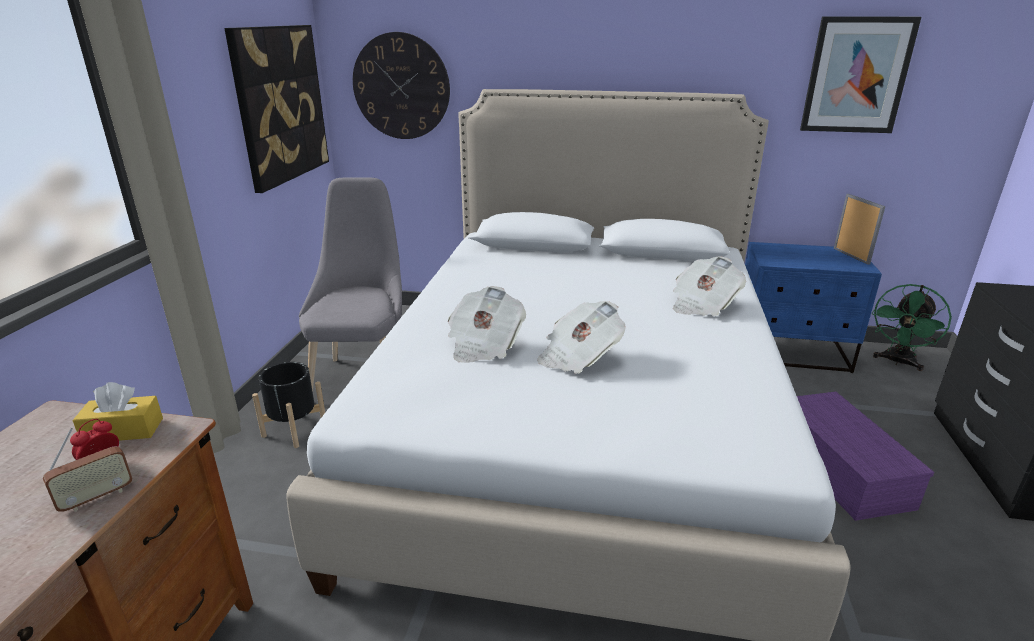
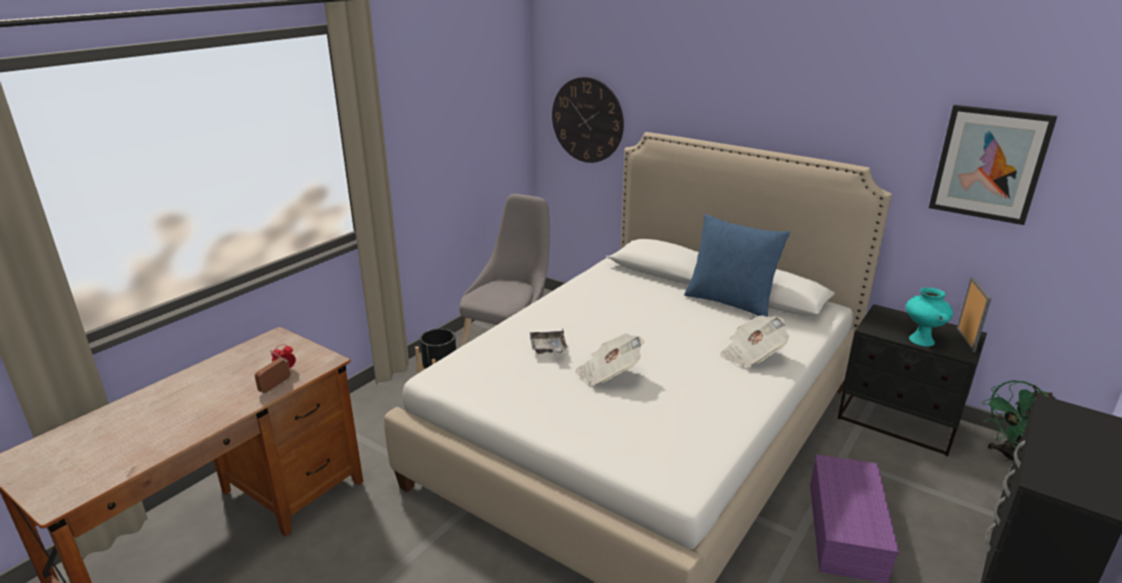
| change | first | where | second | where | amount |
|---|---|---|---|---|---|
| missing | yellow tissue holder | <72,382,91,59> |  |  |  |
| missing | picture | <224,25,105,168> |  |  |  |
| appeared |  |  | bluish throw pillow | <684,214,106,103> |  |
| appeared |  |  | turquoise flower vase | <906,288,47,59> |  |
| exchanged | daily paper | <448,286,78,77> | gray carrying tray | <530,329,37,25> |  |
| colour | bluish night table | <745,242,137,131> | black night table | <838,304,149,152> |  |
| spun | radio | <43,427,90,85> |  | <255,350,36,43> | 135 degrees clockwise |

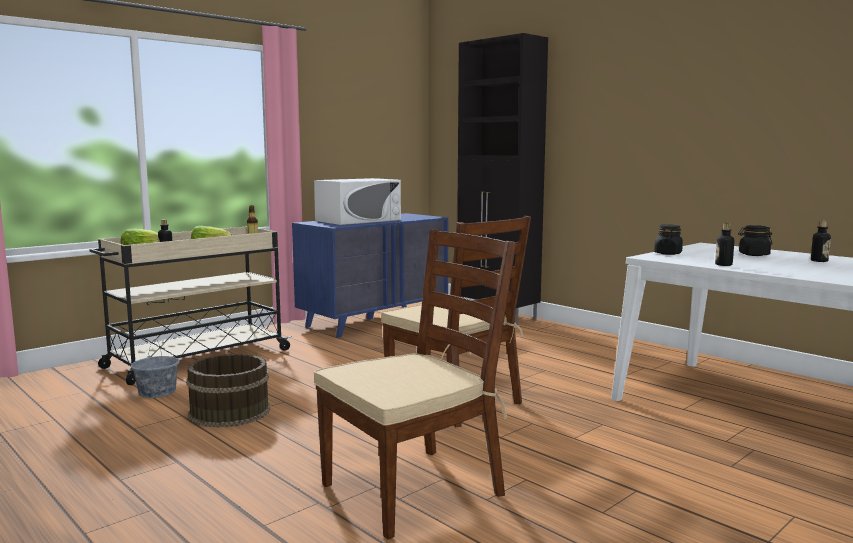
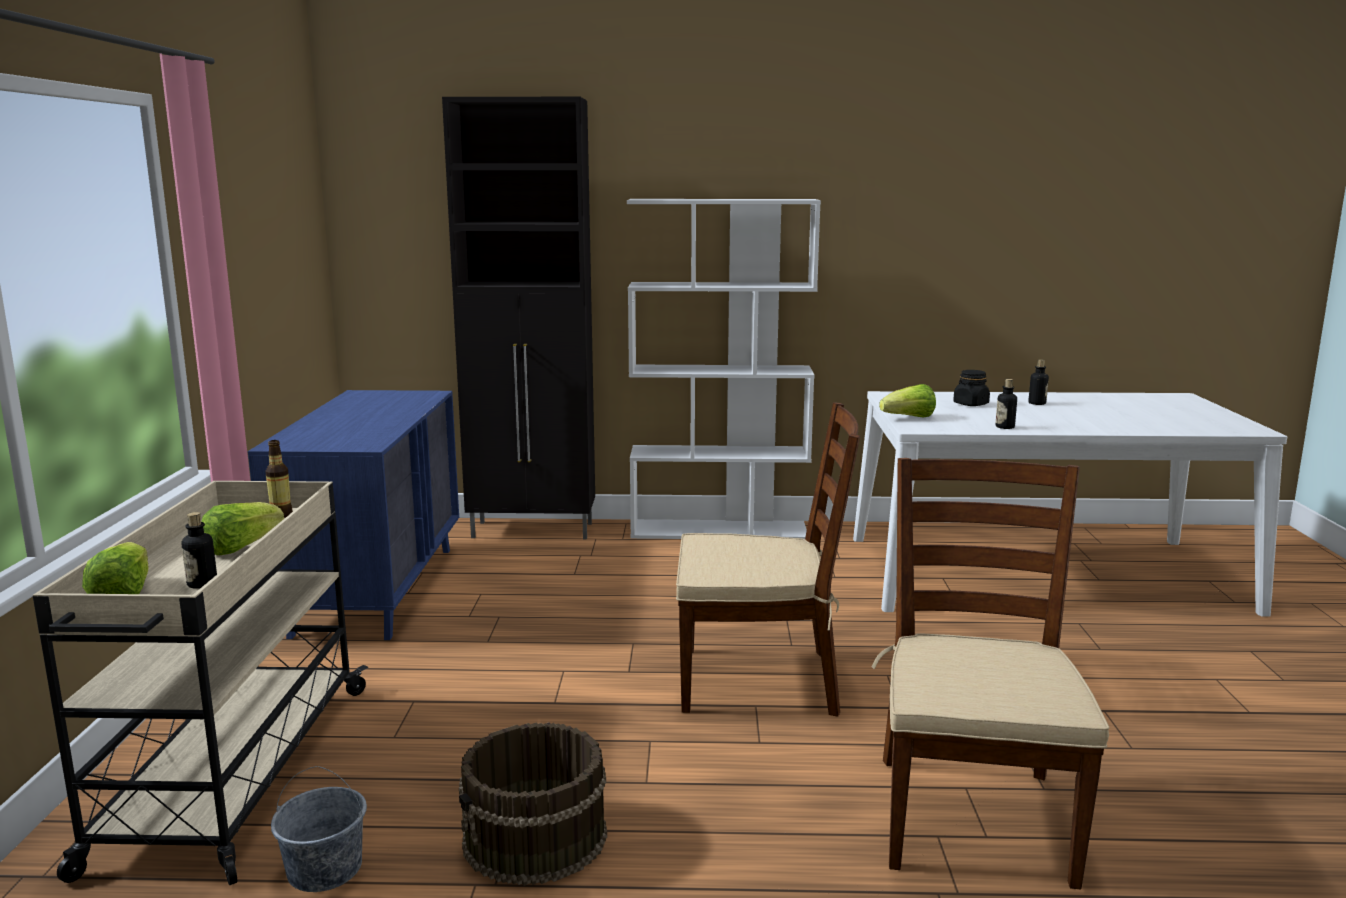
| change | first | where | second | where | amount |
|---|---|---|---|---|---|
| missing | whitish microwave oven | <314,178,87,47> |  |  |  |
| appeared |  |  | whitish shelving unit | <627,199,194,340> |  |
| exchanged | black jar | <654,224,29,31> | lettuce | <879,384,57,33> |  |

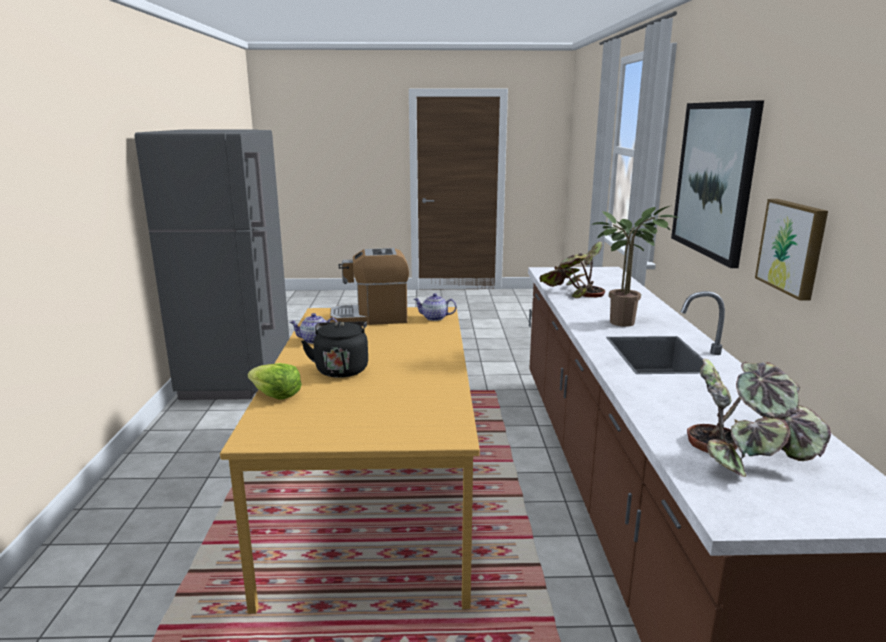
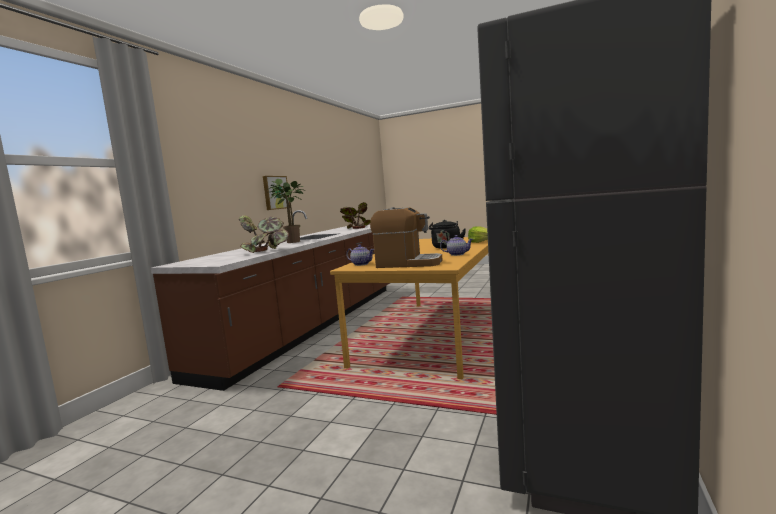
| change | first | where | second | where | amount |
|---|---|---|---|---|---|
| missing | picture | <671,100,93,168> |  |  |  |

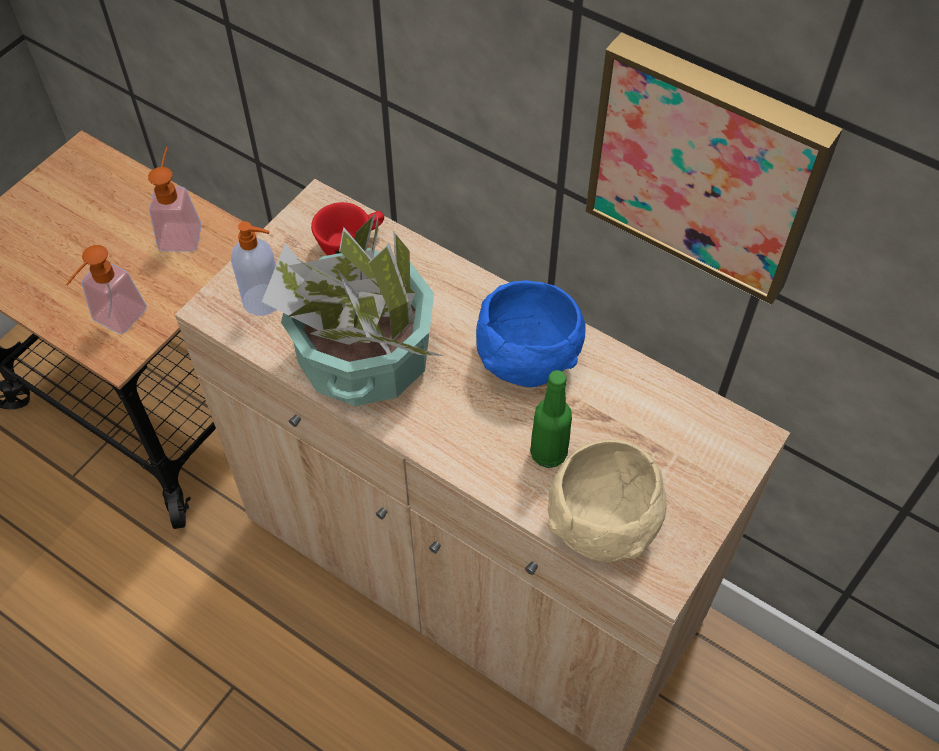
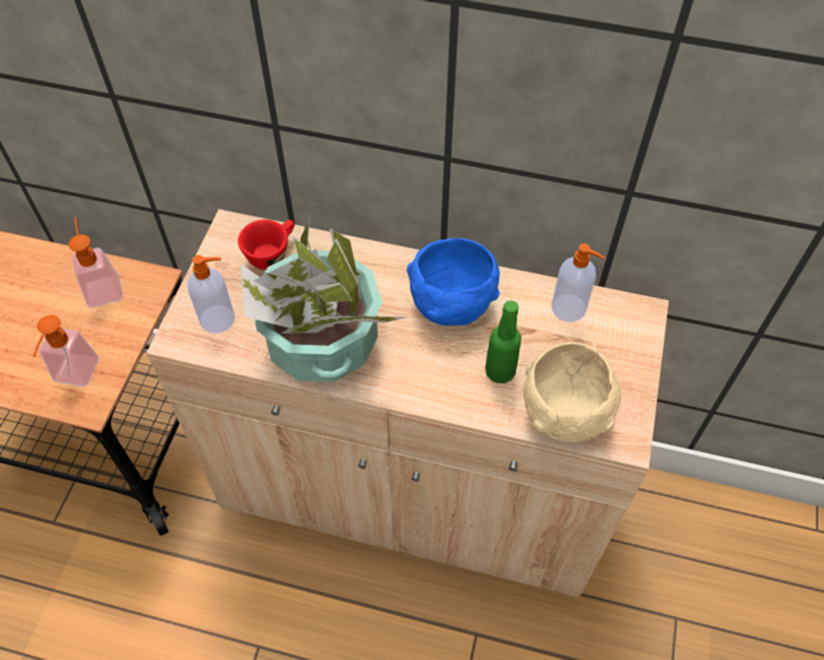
| change | first | where | second | where | amount |
|---|---|---|---|---|---|
| missing | picture | <585,32,257,273> |  |  |  |
| appeared |  |  | liquid soap bottle | <551,243,54,79> |  |

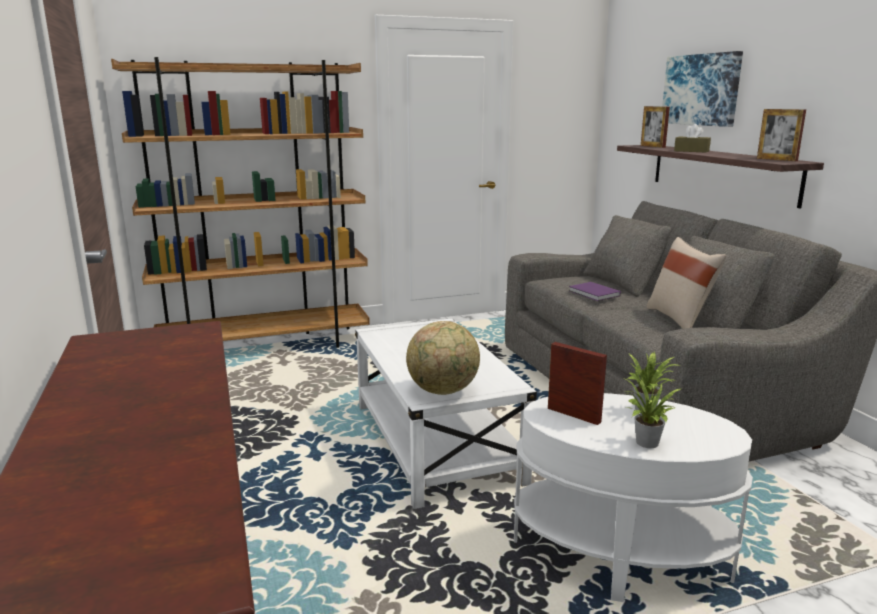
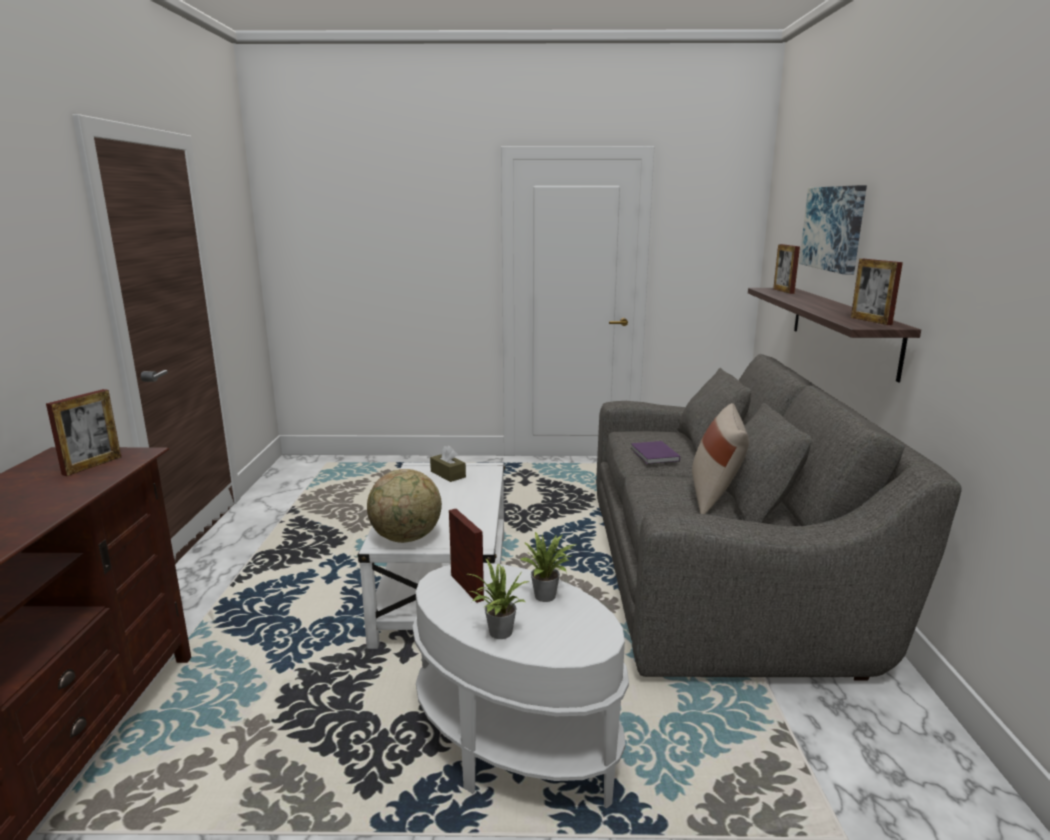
| change | first | where | second | where | amount |
|---|---|---|---|---|---|
| missing | brown-coloured shelving unit | <111,57,259,291> |  |  |  |
| appeared |  |  | standing frame | <46,389,75,87> |  |
| relocated | brown-coloured tissue holder | <674,124,37,29> |  | <430,445,36,37> |  |

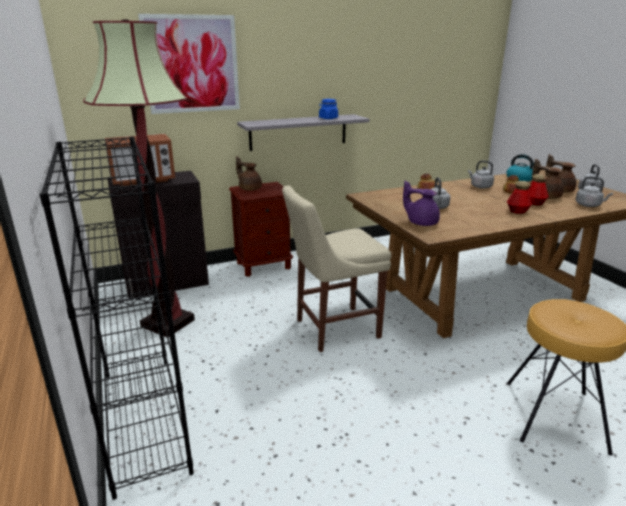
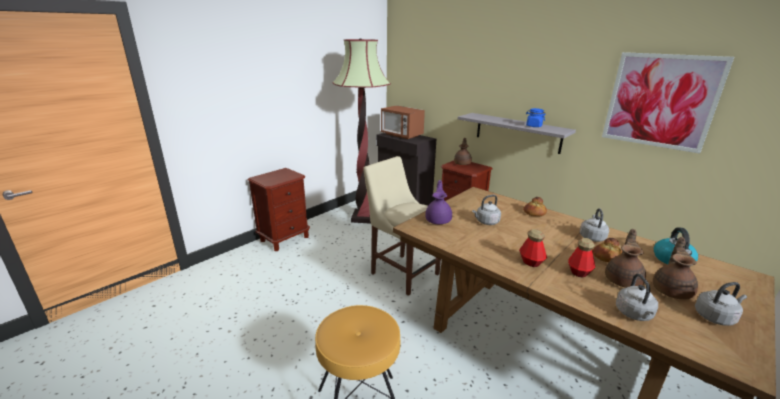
| change | first | where | second | where | amount |
|---|---|---|---|---|---|
| relocated | picture | <138,14,102,100> |  | <602,52,132,102> |  |
| exchanged | black shelving unit | <39,136,155,364> | brown-coloured night table | <248,168,62,83> |  |

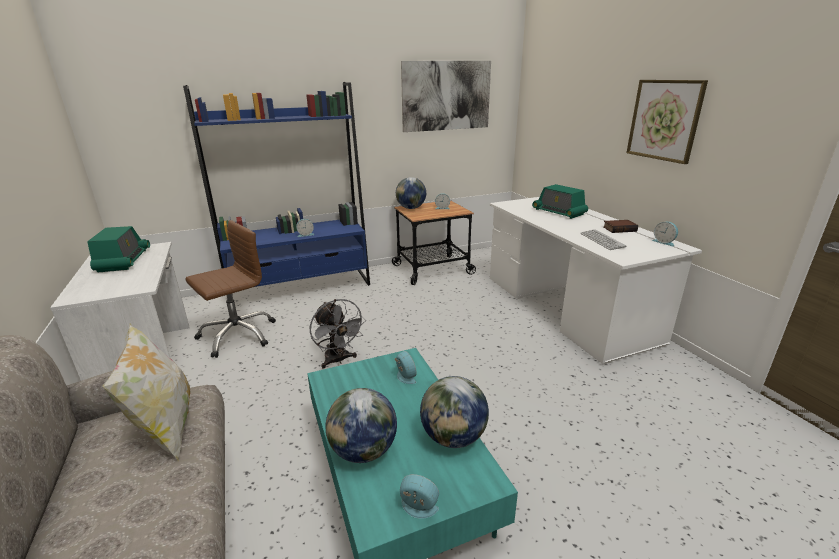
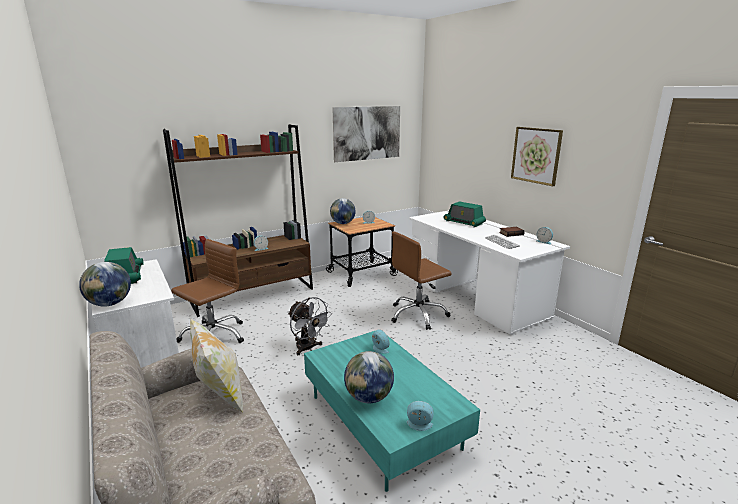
| change | first | where | second | where | amount |
|---|---|---|---|---|---|
| appeared |  |  | brown-coloured office chair | <391,231,61,99> |  |
| relocated | desk globe | <420,376,69,72> |  | <79,262,52,44> |  |
| colour | bluish shelving unit | <183,82,187,217> | brown-coloured shelving unit | <163,124,150,193> |  |

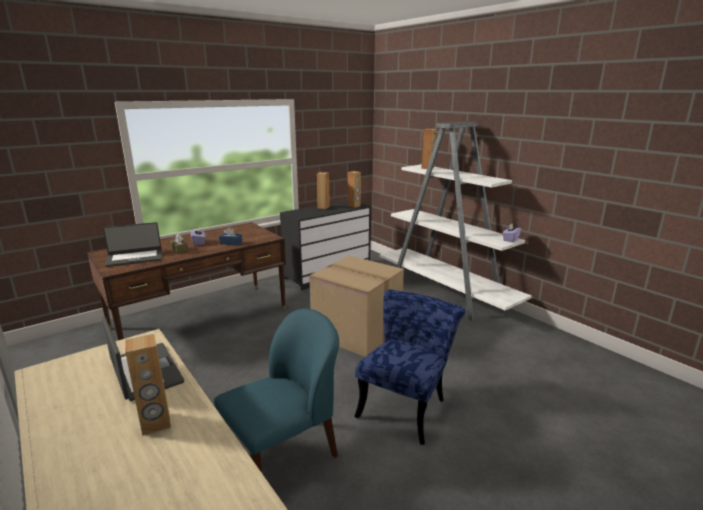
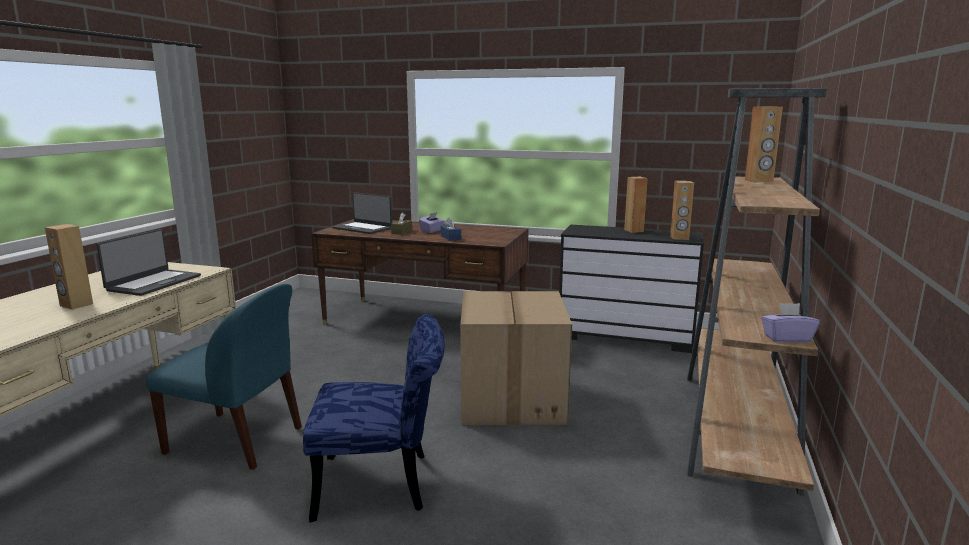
| change | first | where | second | where | amount |
|---|---|---|---|---|---|
| colour | whitish shelving unit | <379,121,153,200> | brown-coloured shelving unit | <687,88,139,408> |  |

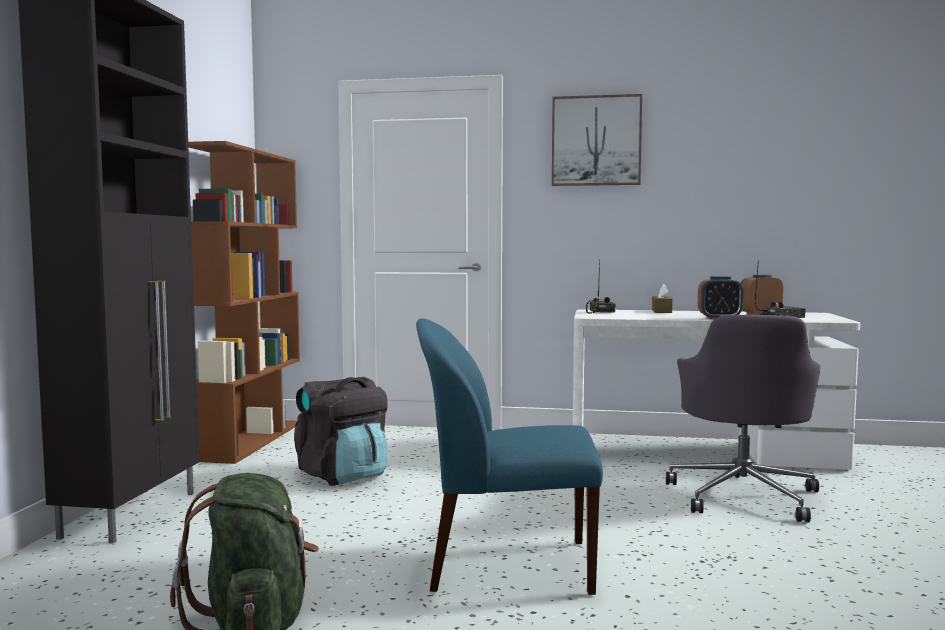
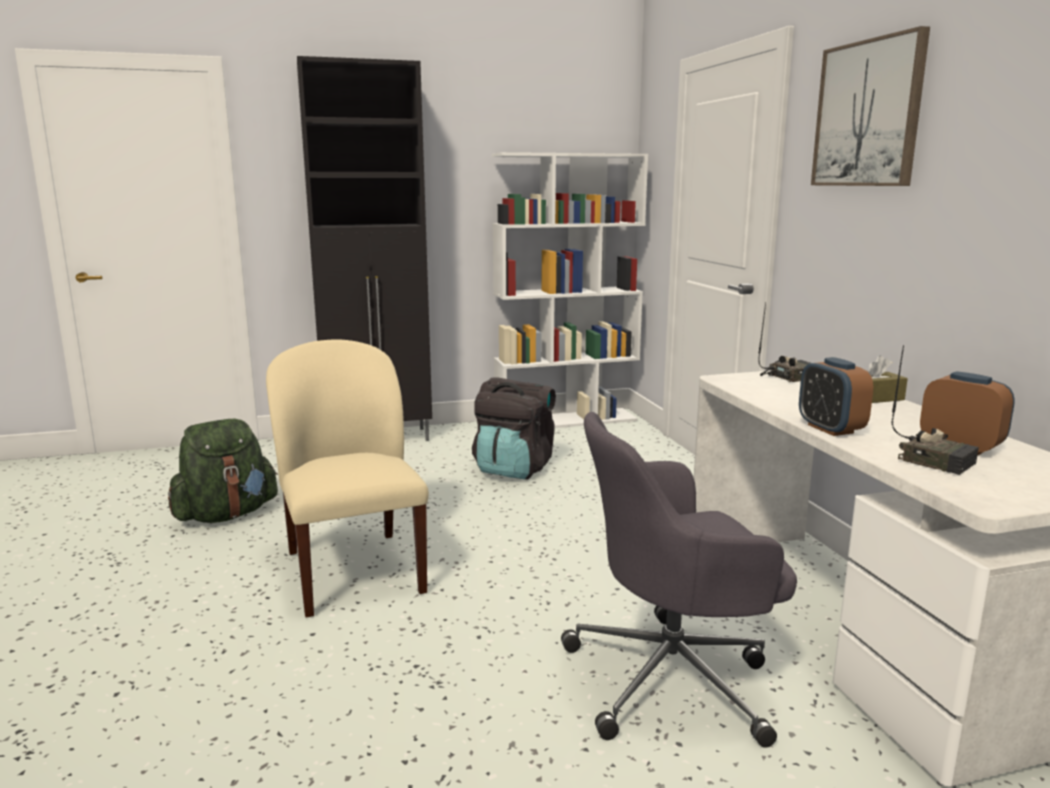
| change | first | where | second | where | amount |
|---|---|---|---|---|---|
| colour | brown-coloured shelving unit | <188,141,112,323> | whitish shelving unit | <492,152,156,276> |  |
| colour | bluish plain chair | <416,318,187,277> | beige plain chair | <266,339,163,279> |  |

